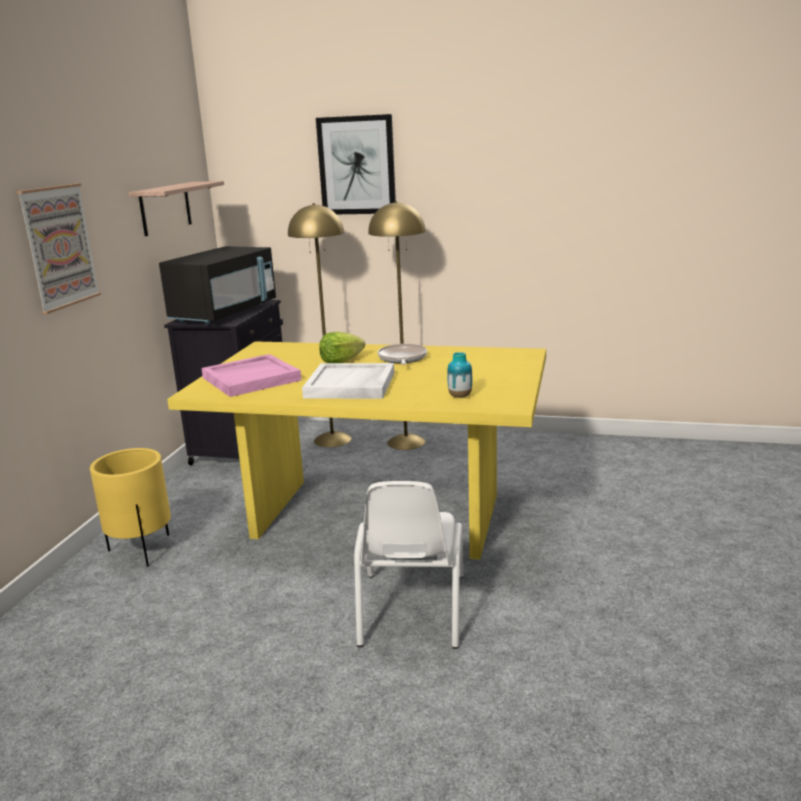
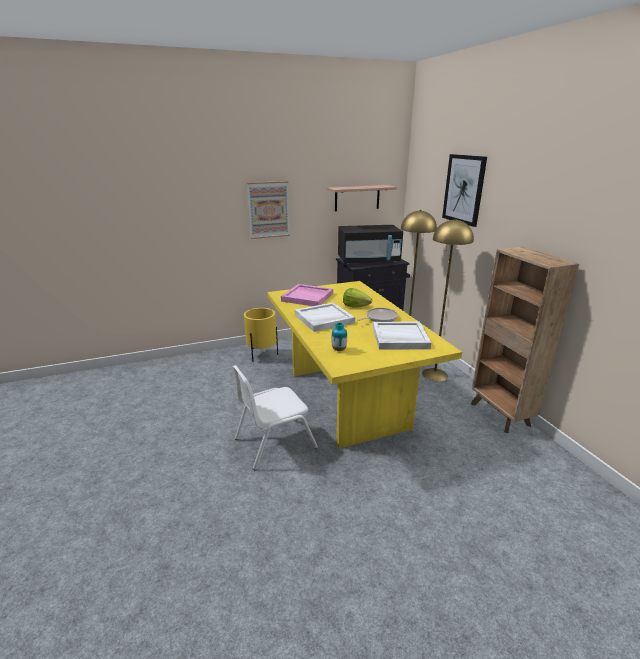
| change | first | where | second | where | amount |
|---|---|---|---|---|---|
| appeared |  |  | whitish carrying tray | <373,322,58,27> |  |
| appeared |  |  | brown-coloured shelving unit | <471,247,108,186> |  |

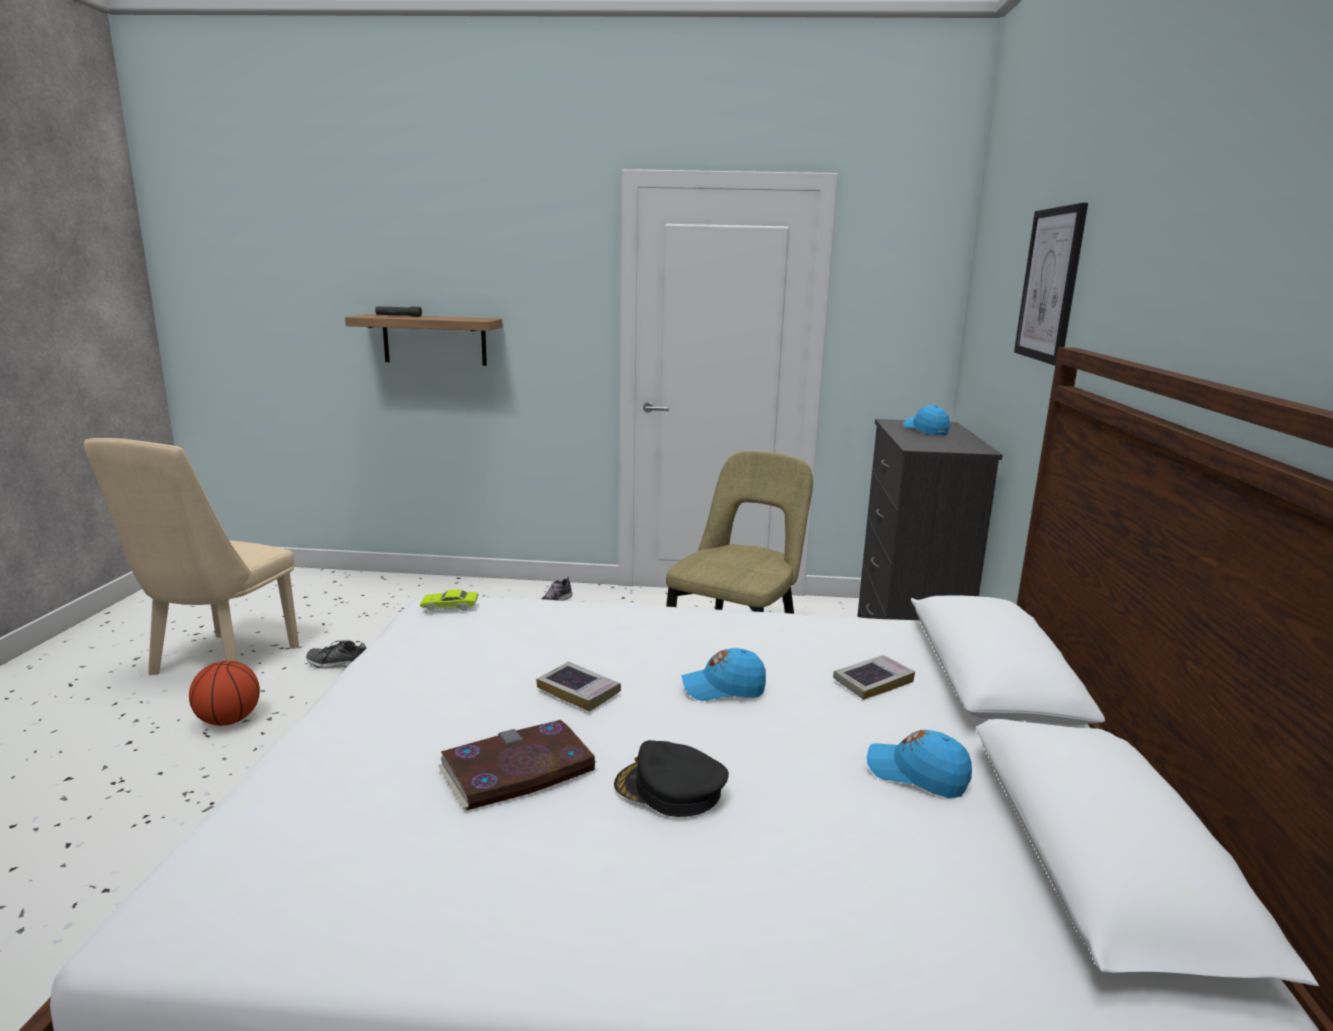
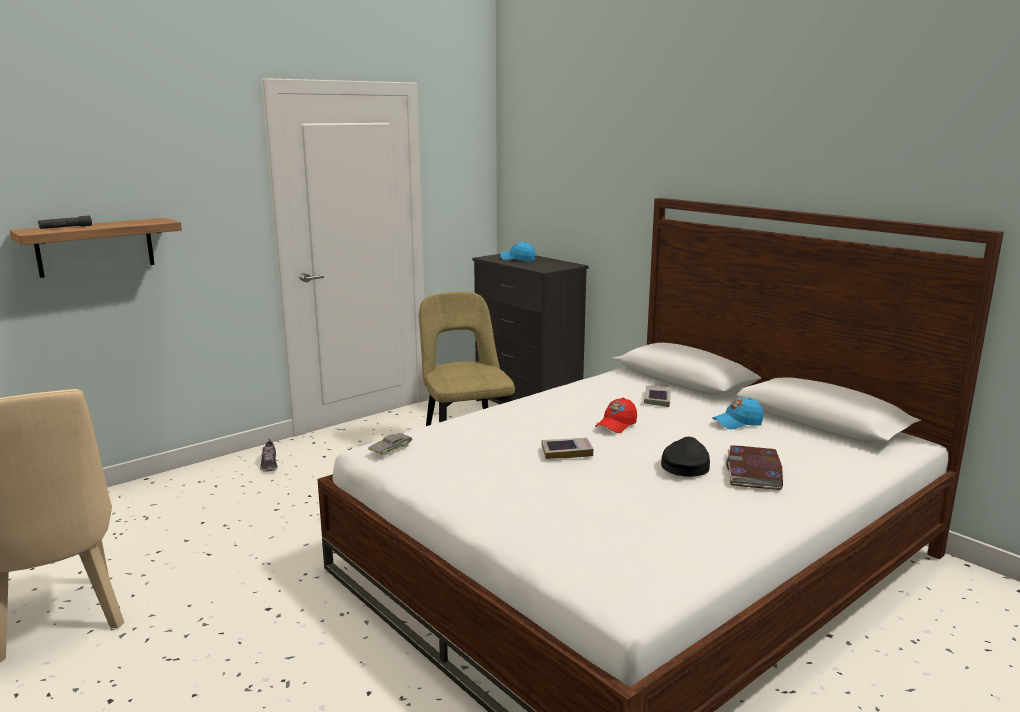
| change | first | where | second | where | amount |
|---|---|---|---|---|---|
| missing | basketball | <189,661,71,65> |  |  |  |
| missing | item of footwear | <306,641,60,29> |  |  |  |
| missing | picture | <1014,203,74,163> |  |  |  |
| relocated | volume | <438,720,158,90> |  | <726,445,57,45> |  |
| colour | green model car | <420,590,59,21> | gray model car | <368,433,45,22> |  |
| colour | bluish cap | <681,648,85,53> | reddish cap | <595,398,42,35> |  |
| spun | black cap | <614,740,115,77> |  | <661,437,49,40> | 135 degrees clockwise |

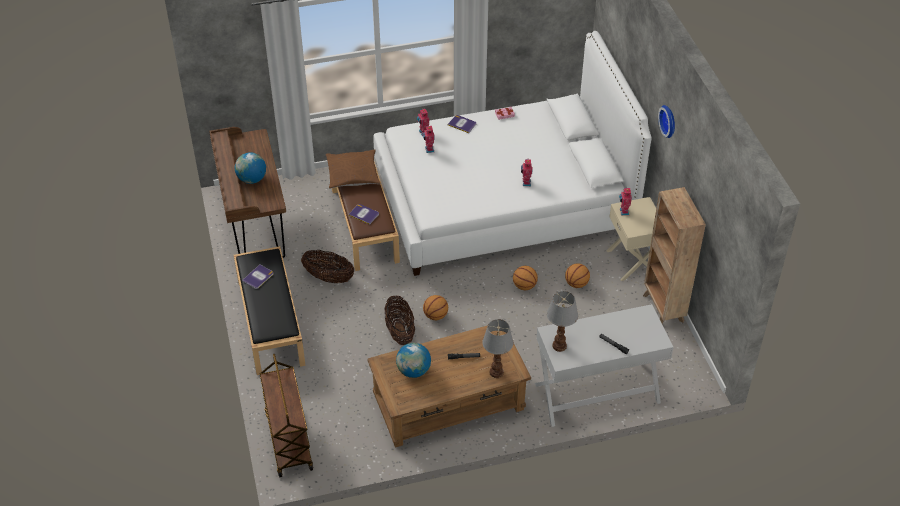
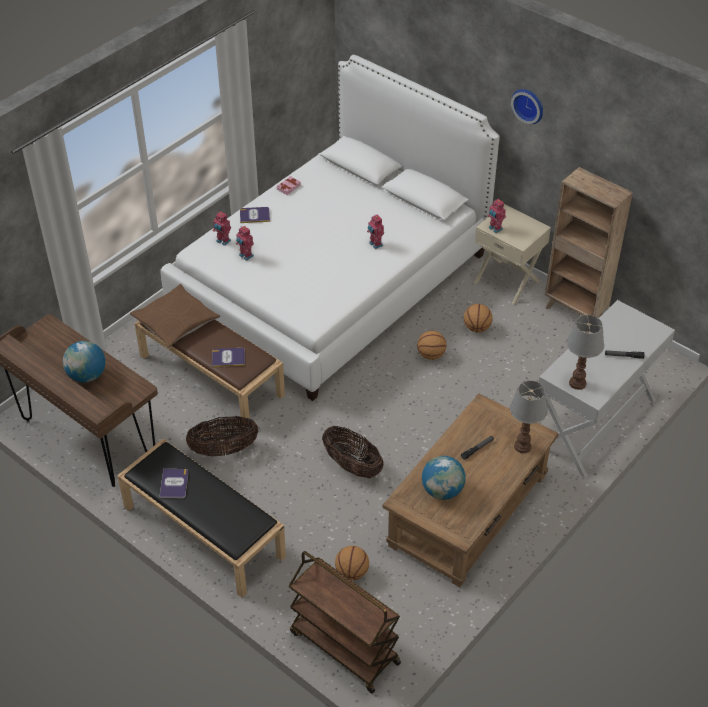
| change | first | where | second | where | amount |
|---|---|---|---|---|---|
| relocated | basketball | <423,295,25,25> |  | <335,546,34,34> |  |

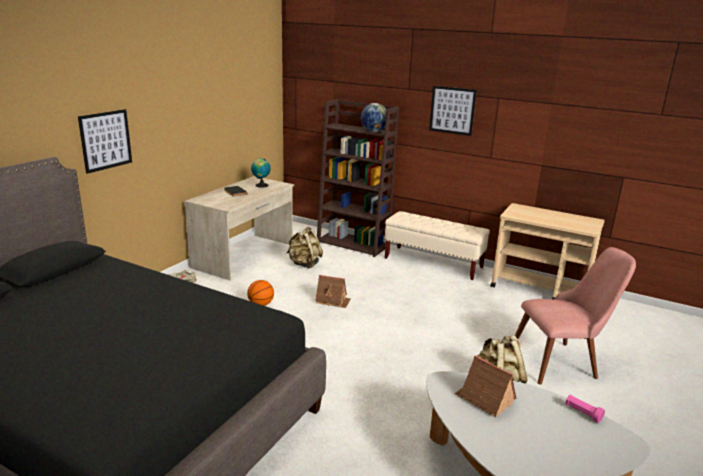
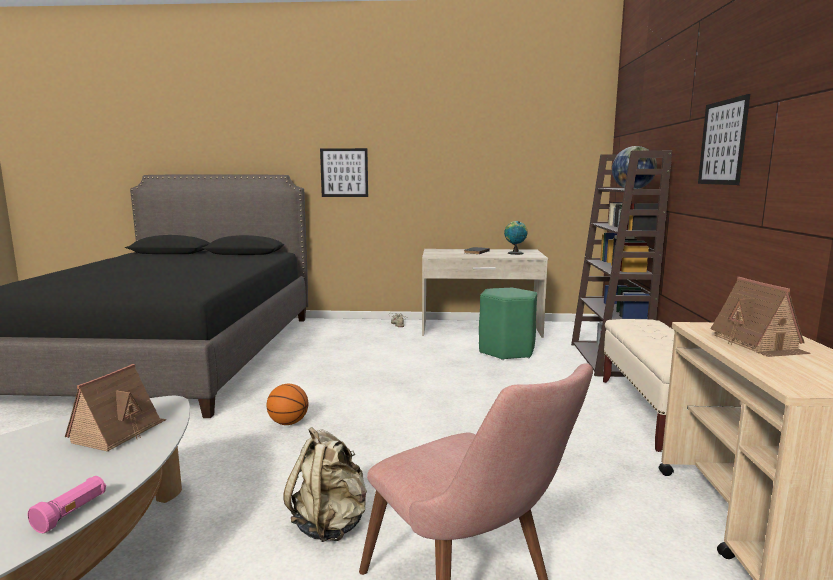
| change | first | where | second | where | amount |
|---|---|---|---|---|---|
| relocated | basketball | <247,280,27,26> |  | <267,384,41,41> |  |
| relocated | model house | <315,275,36,33> |  | <710,277,100,80> |  |
| exchanged | beige knapsack | <287,226,36,43> | green stool seat | <479,288,58,72> |  |

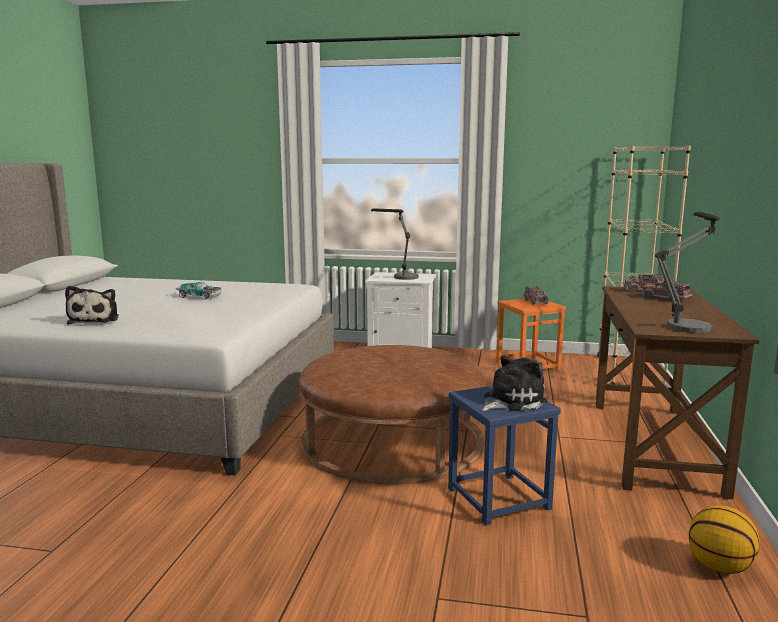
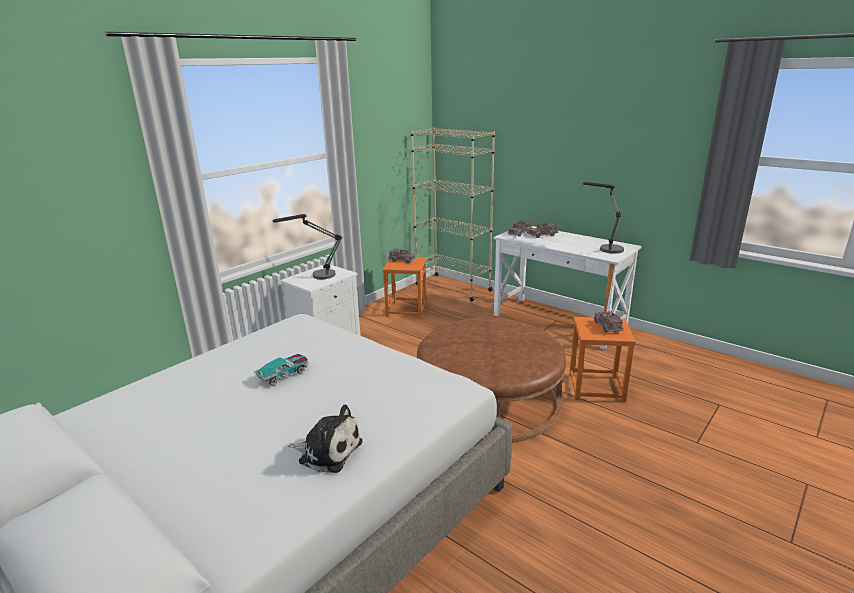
| change | first | where | second | where | amount |
|---|---|---|---|---|---|
| missing | basketball | <689,505,71,69> |  |  |  |
| exchanged | plush toy | <481,355,66,56> | model truck | <593,311,31,21> |  |
| colour | bluish stool seat | <448,386,113,139> | orange stool seat | <569,317,67,85> |  |
| colour | brown-coloured desk | <596,286,164,213> | whitish desk | <493,226,149,123> |  |

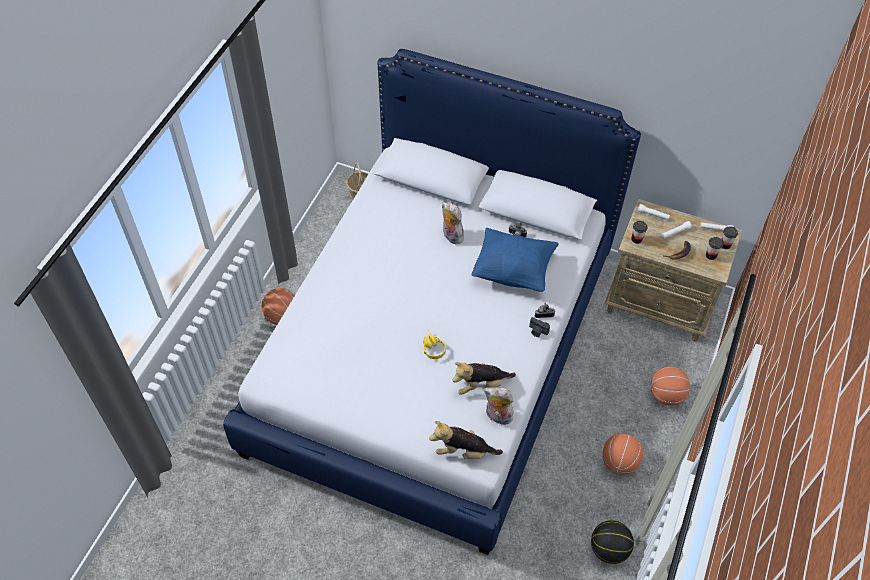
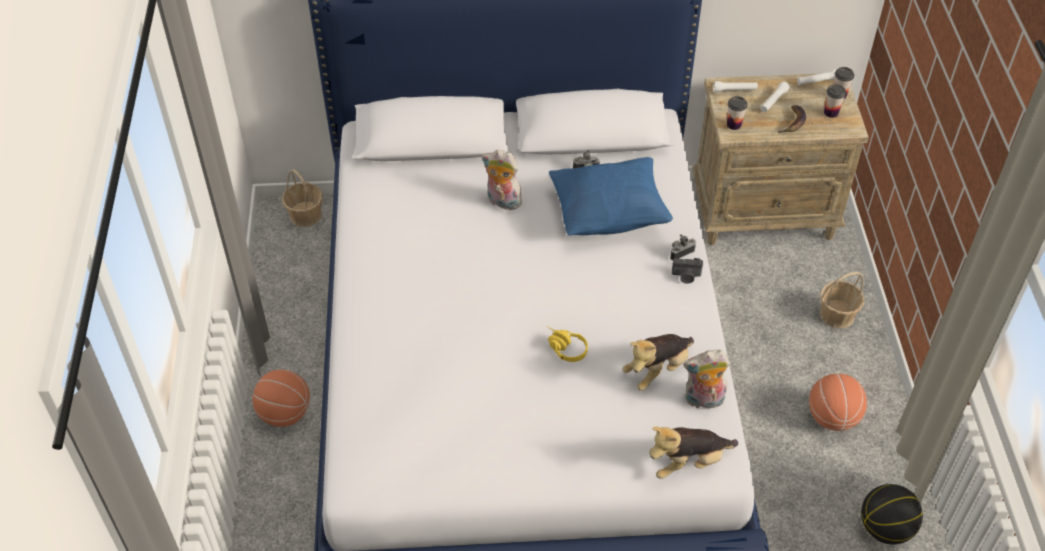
| change | first | where | second | where | amount |
|---|---|---|---|---|---|
| exchanged | basketball | <651,367,39,39> | storage basket | <820,272,44,57> |  |

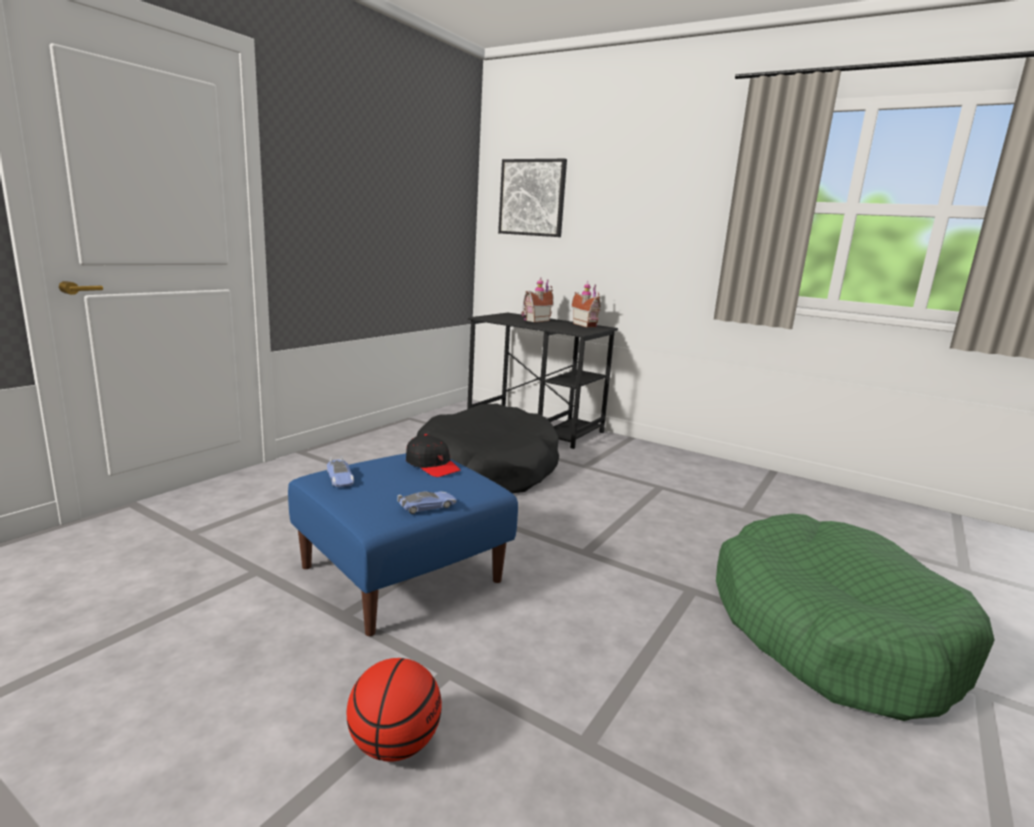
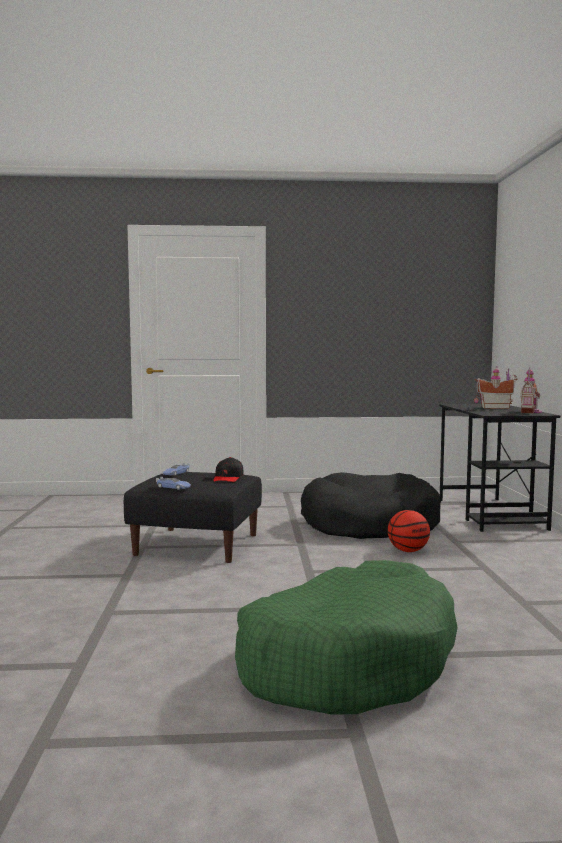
| change | first | where | second | where | amount |
|---|---|---|---|---|---|
| missing | picture | <498,159,69,78> |  |  |  |
| relocated | basketball | <347,658,95,104> |  | <388,510,42,42> |  |
| colour | bluish pouffe | <288,453,230,183> | black pouffe | <124,472,138,91> |  |

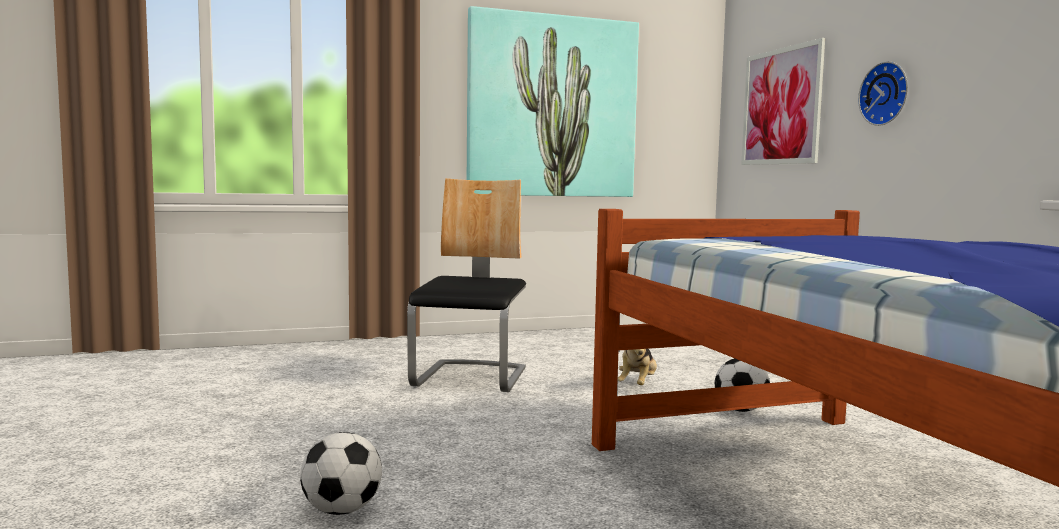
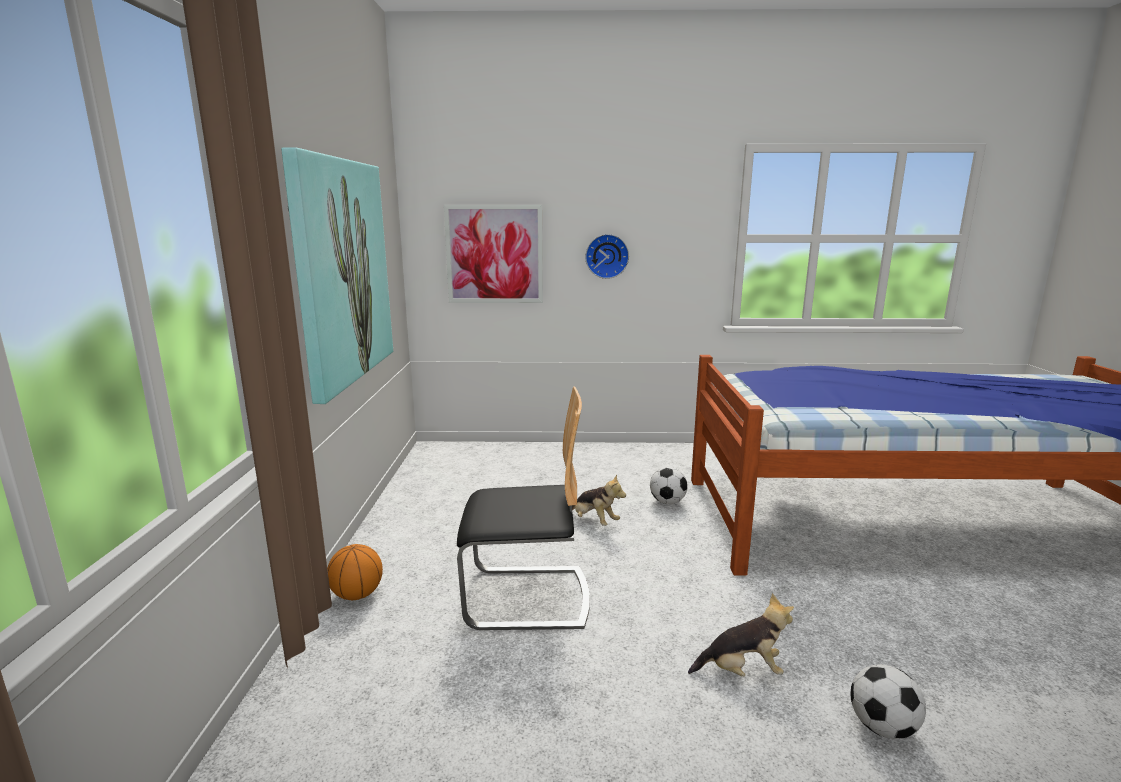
| change | first | where | second | where | amount |
|---|---|---|---|---|---|
| appeared |  |  | basketball | <327,544,56,56> |  |
| appeared |  |  | plush toy | <688,593,106,84> |  |
| spun | plain chair | <407,178,119,214> |  | <457,386,133,244> | 150 degrees clockwise |

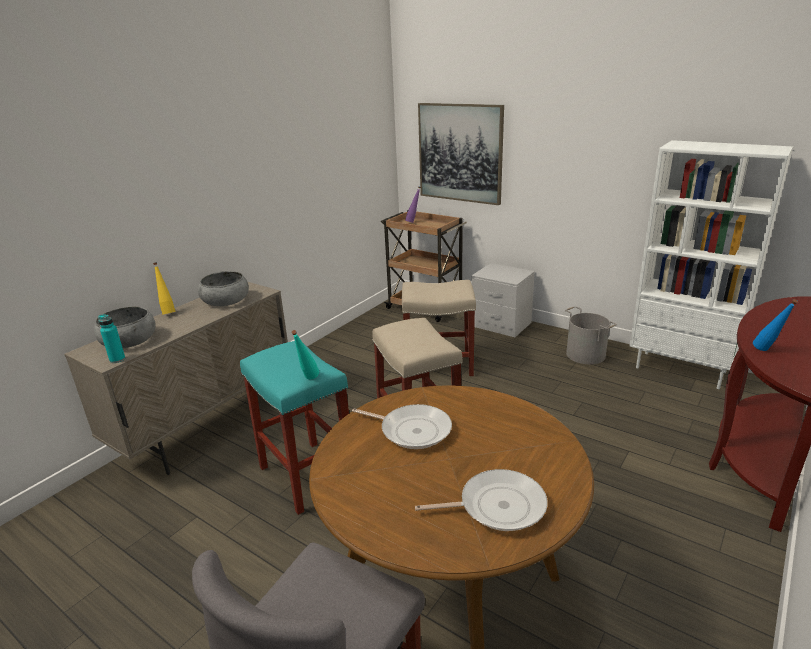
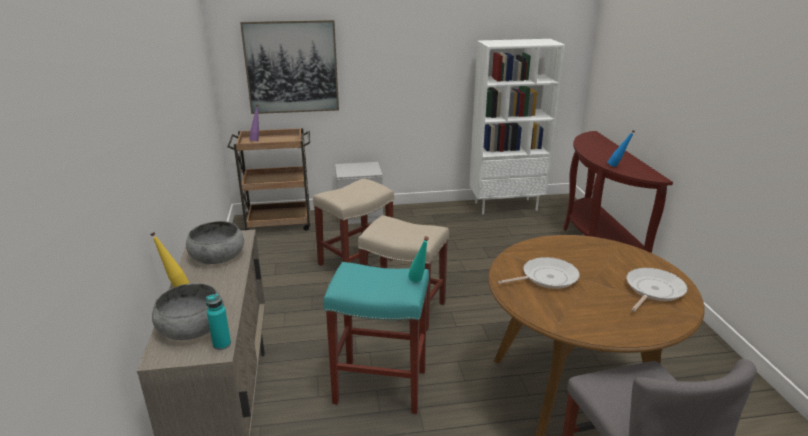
| change | first | where | second | where | amount |
|---|---|---|---|---|---|
| missing | gray water bucket | <565,306,52,58> |  |  |  |

